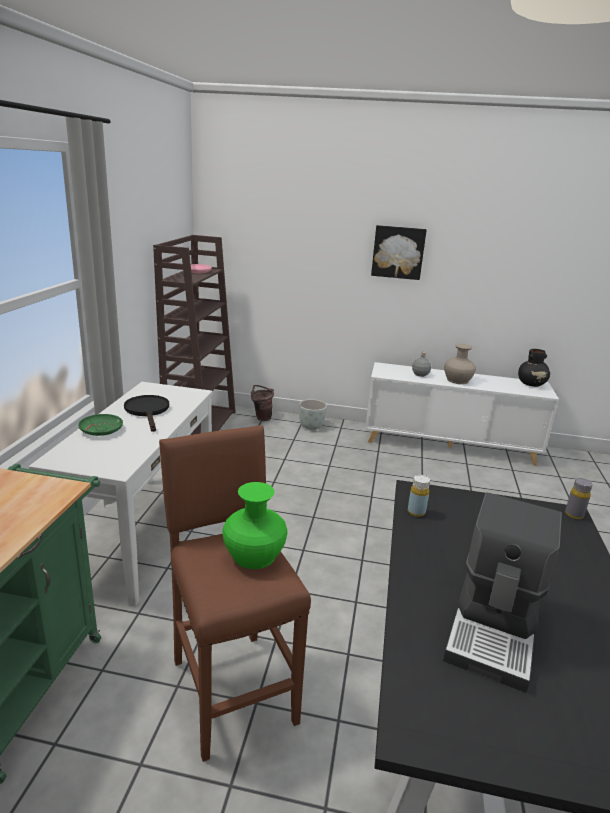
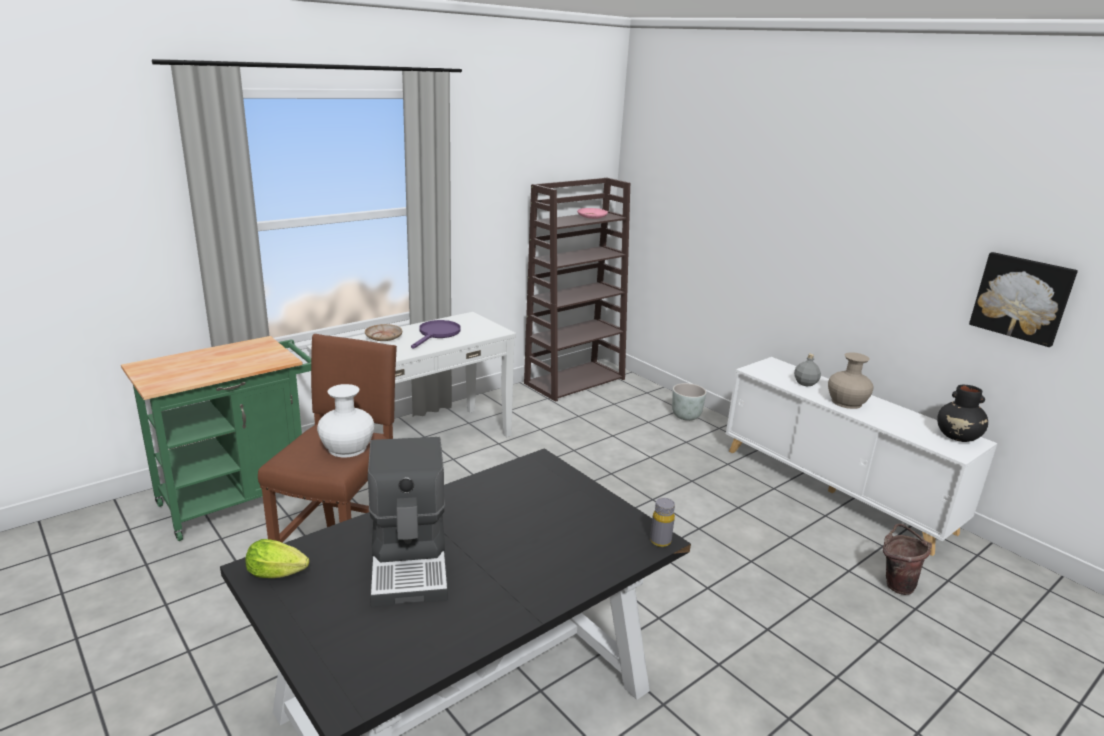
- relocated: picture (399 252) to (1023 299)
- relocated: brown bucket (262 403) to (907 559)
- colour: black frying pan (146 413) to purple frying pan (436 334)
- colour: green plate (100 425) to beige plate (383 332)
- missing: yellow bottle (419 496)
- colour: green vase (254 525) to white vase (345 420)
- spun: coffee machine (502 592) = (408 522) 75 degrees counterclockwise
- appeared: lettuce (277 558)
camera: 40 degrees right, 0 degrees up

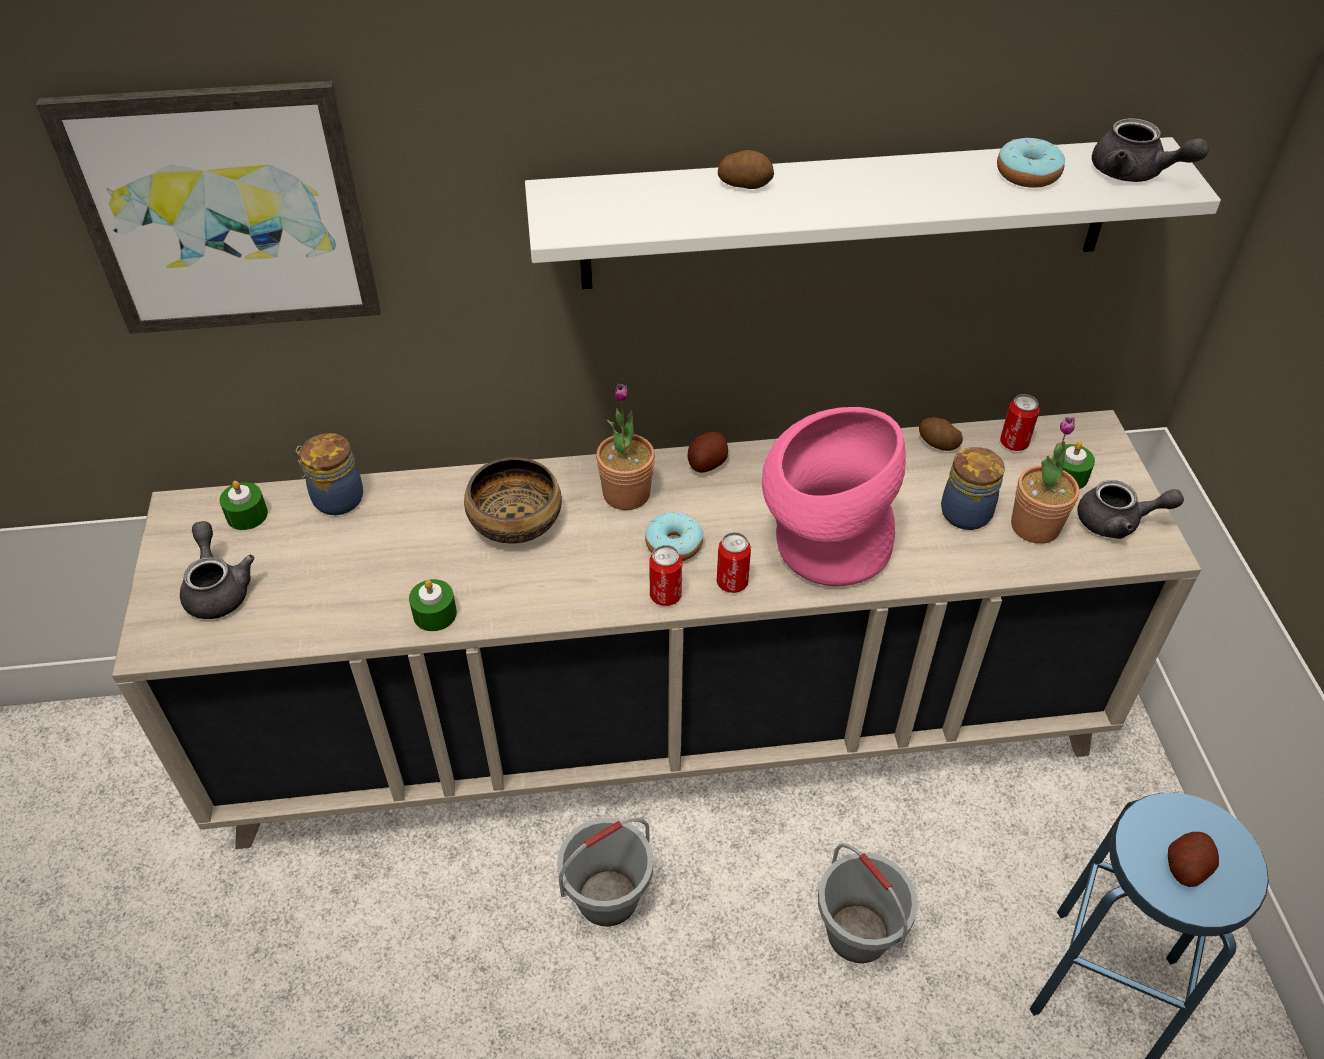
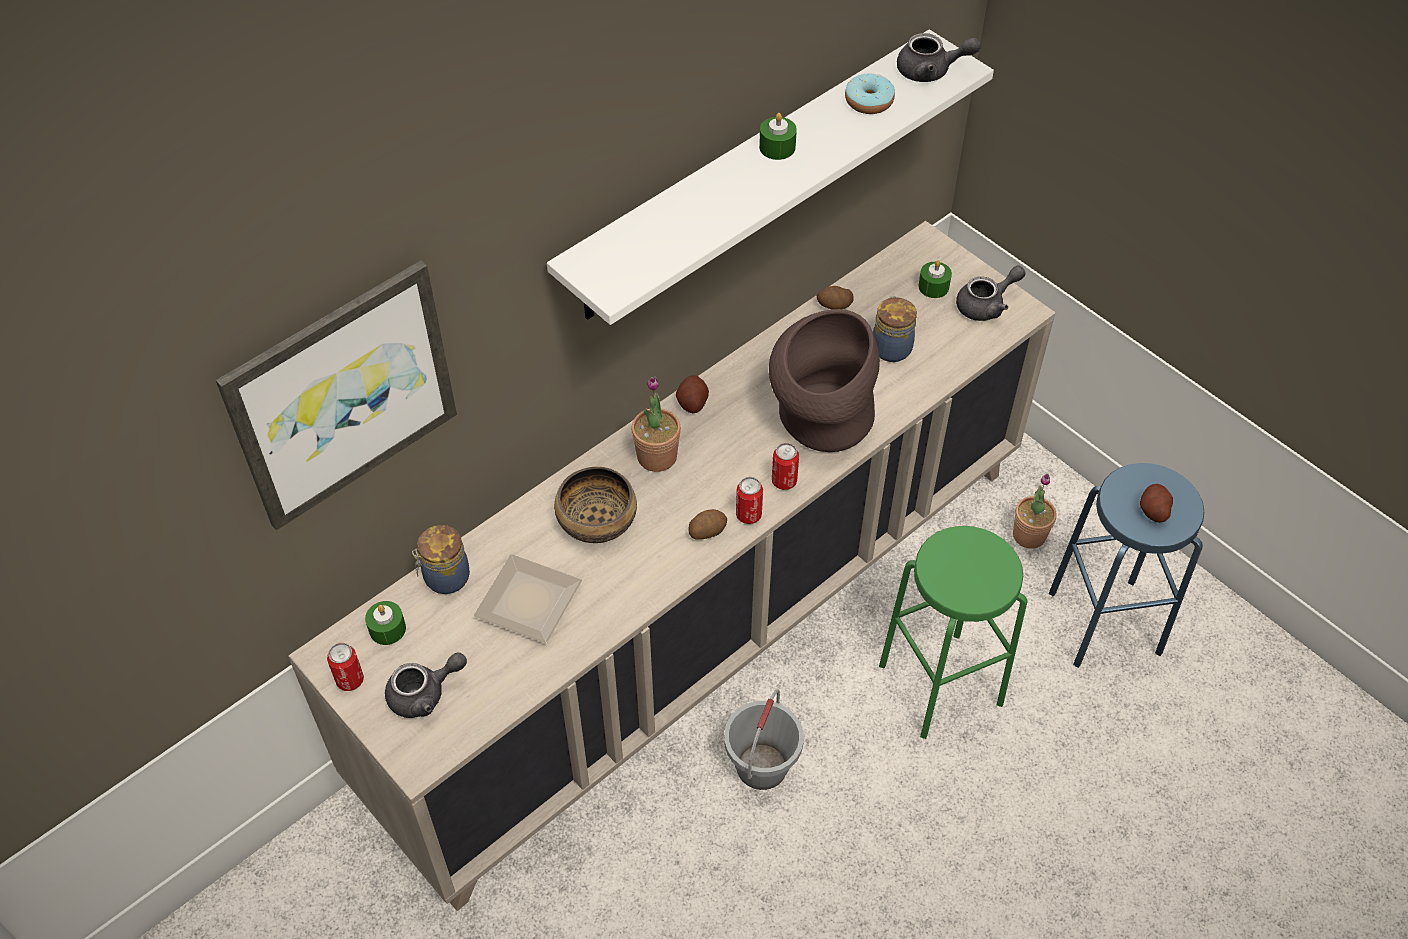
- relocated: potato (746 169) to (707 524)
- relocated: can (1019 422) to (345 667)
- colour: pink vase (834 496) to brown vase (824 380)
- relocated: potted plant (1045 480) to (1034 511)
- missing: donut (674 536)
- spun: grey teapot (217 570) = (426 685) 120 degrees clockwise
- relocated: green candle (433 605) to (778 136)
- exchanged: grey bucket (868 903) to green stool (953 632)
- appeared: plate (528 598)
camera: 35 degrees left, 5 degrees up

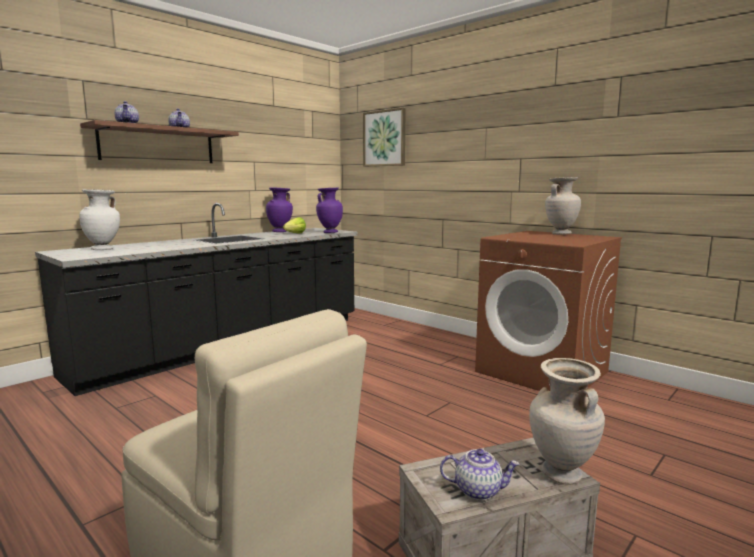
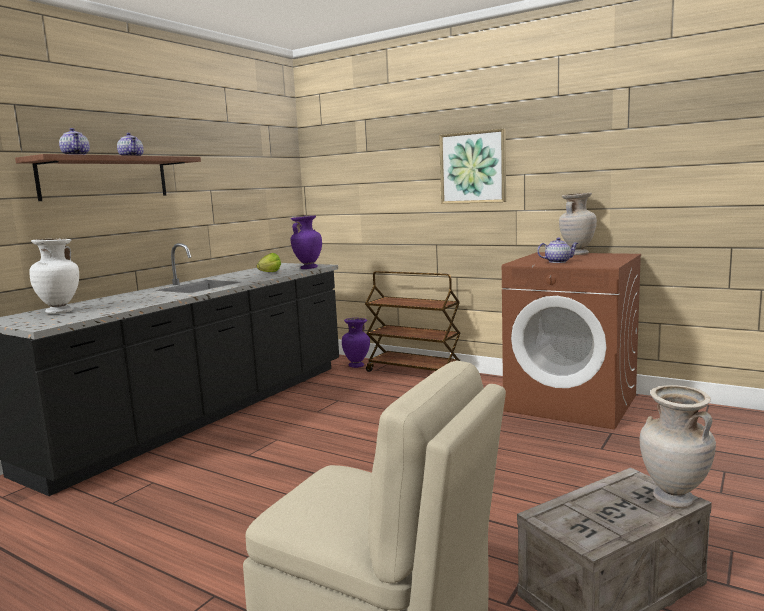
- relocated: picture (384 137) to (472 166)
- relocated: purple vase (279 209) to (356 343)
- relocated: teapot (480 474) to (558 250)
- appeared: brown cart (412 321)
camera: 10 degrees left, 0 degrees up

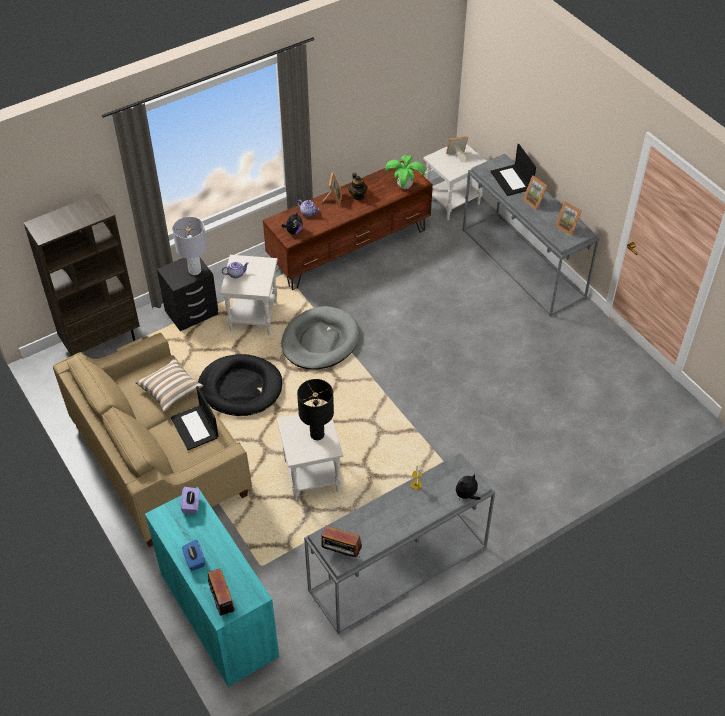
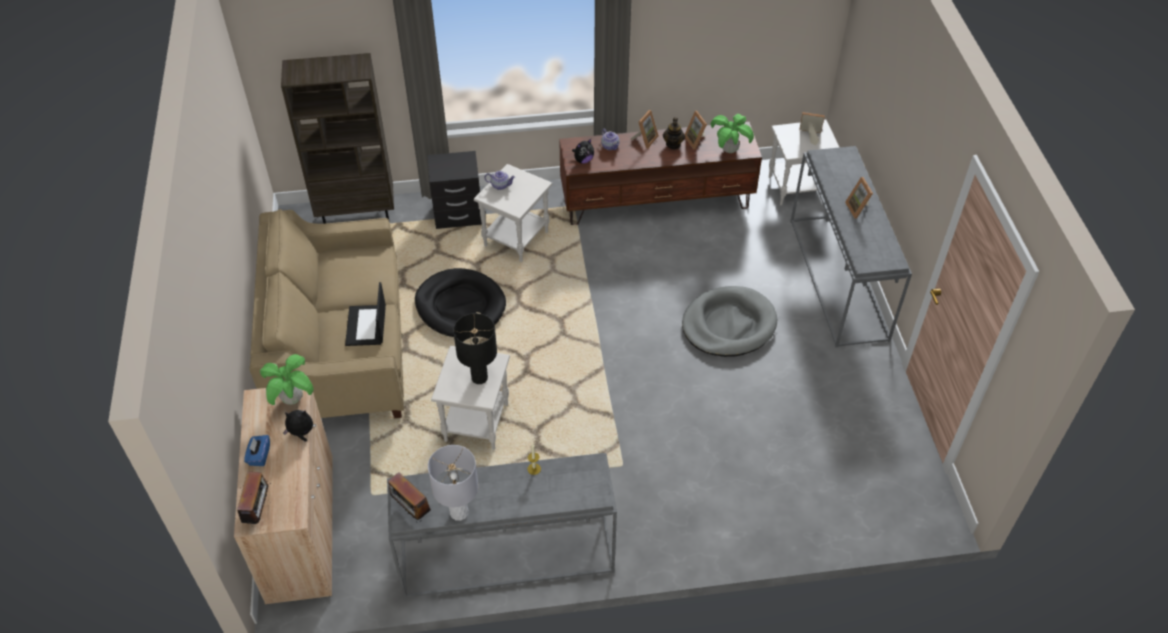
- missing: laptop (513 170)
- relocated: picture frame (568 218) to (696 130)
- relocated: grey table lamp (189 246) to (453 483)
- relocated: grey dog bed (320 338) to (729 321)
- missing: pillow (169 385)
- relocated: plush toy (468 487) to (298 426)
- colour: turquoise cabinet (212 587) to beige cabinet (283 496)
- exchanged: purple tissue box (190 500) to potted plant (287 379)
camera: 25 degrees right, 0 degrees up

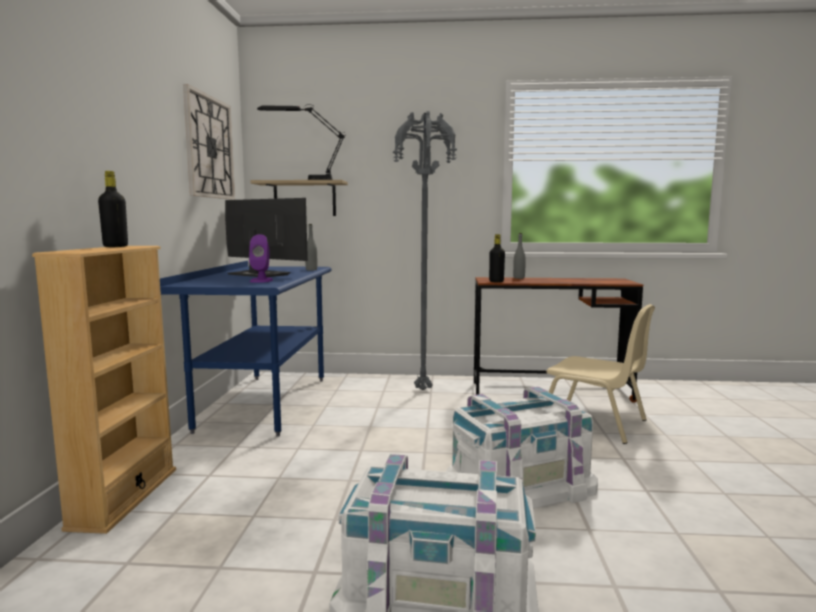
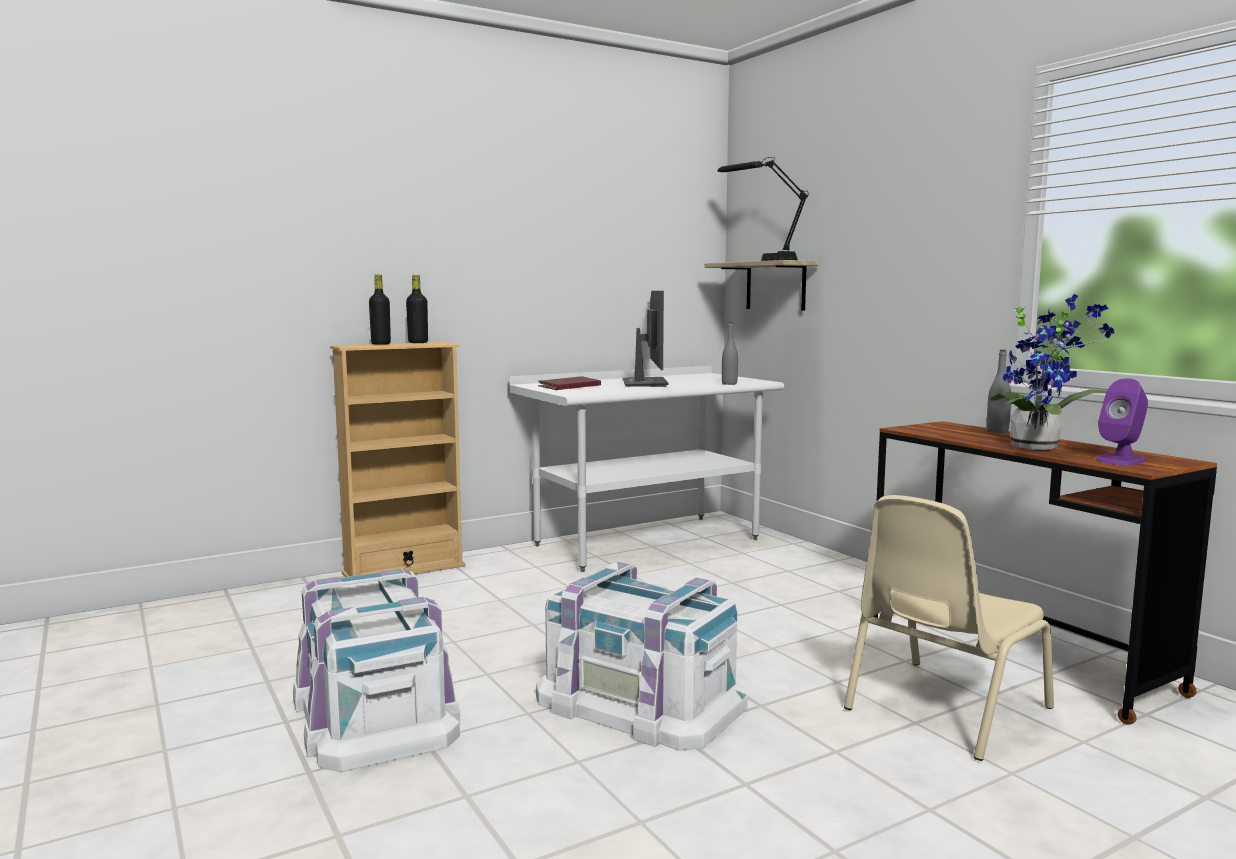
- missing: wall clock (209 141)
- missing: grey floor lamp (425 250)
- relocated: purple speaker (261 258) to (1122 421)
- relocated: black bottle (497 258) to (380 309)
- colour: blue desk (246 349) to white desk (646 469)
- spun: beige chair (600 374) = (949 628) 45 degrees clockwise
- appeared: potted plant (1052 372)
- appeared: red book (569 383)
camera: 55 degrees right, 0 degrees up

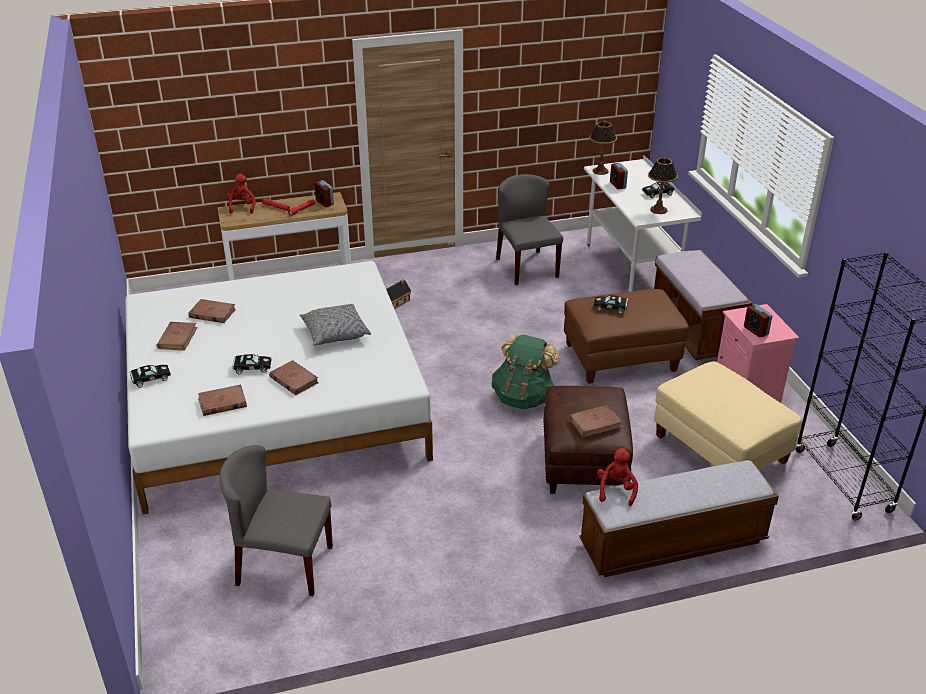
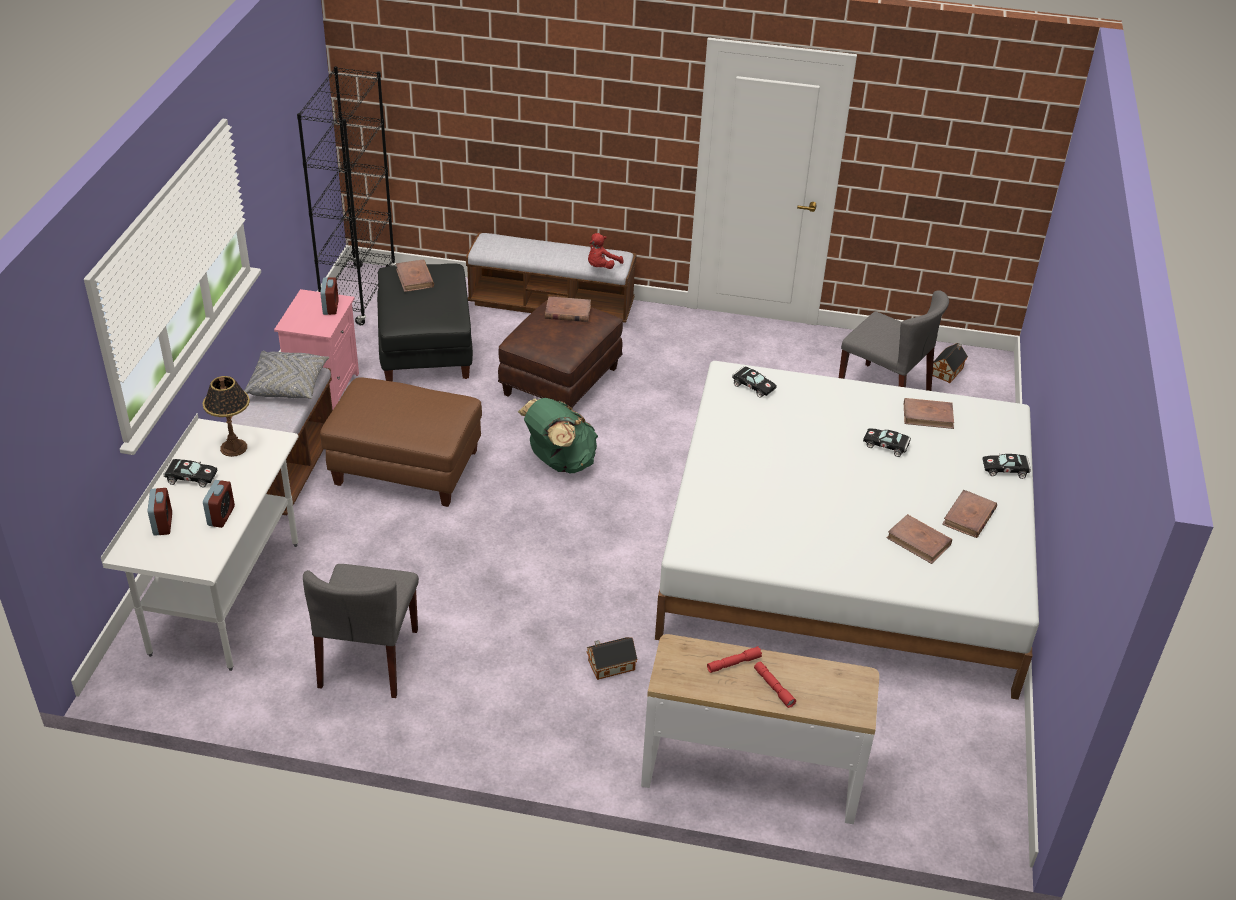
- missing: table lamp (603 148)
- missing: red plush toy (241 193)
- relocated: alarm clock (324 193) to (160 512)
- relocated: black toy car (611 304) to (754 382)
- relocated: grey pillow (335 325) to (286 375)
- relocated: brown book (294 377) to (415 275)
- colour: beige ottoman (728 415) to black ottoman (425 322)
- appeared: toy house (950 363)
camera: 155 degrees left, 5 degrees up

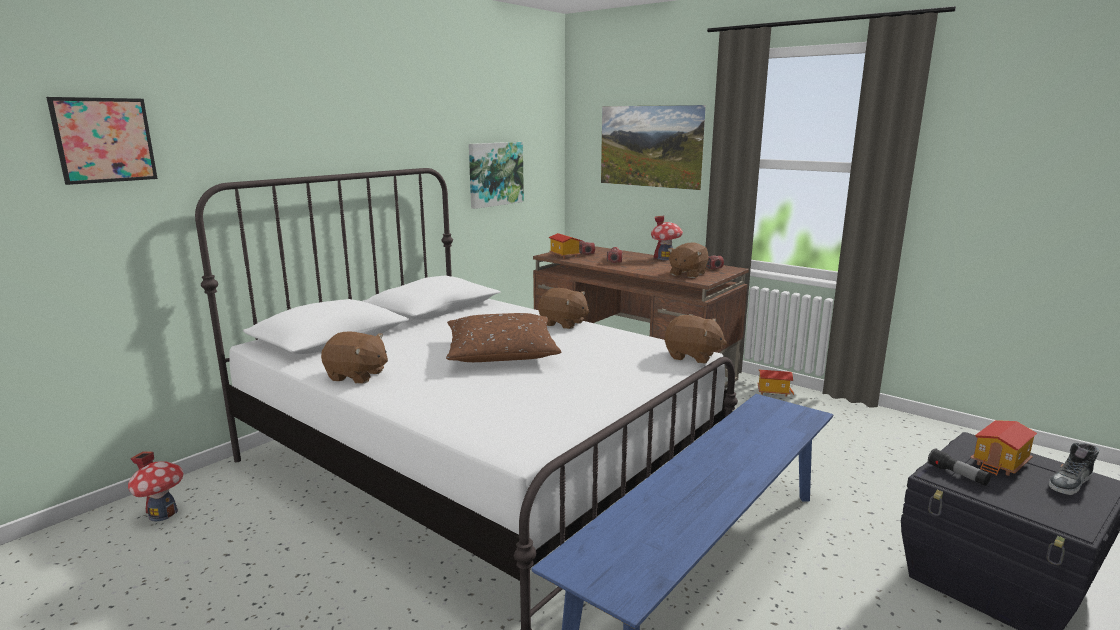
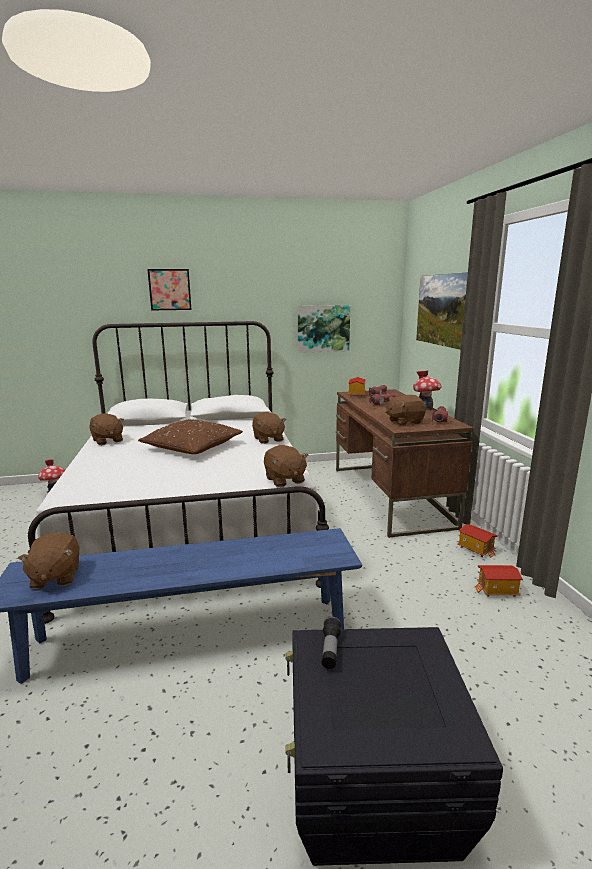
- relocated: picture (102 141) to (169 289)
- relocated: toy house (1003 448) to (499 581)
- missing: shoe (1074 469)
- appeared: brown plush toy (49 560)
camera: 40 degrees right, 0 degrees up

